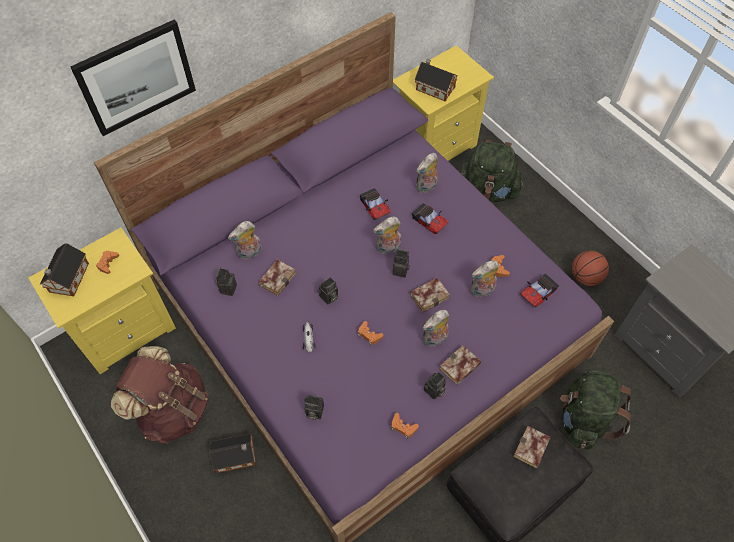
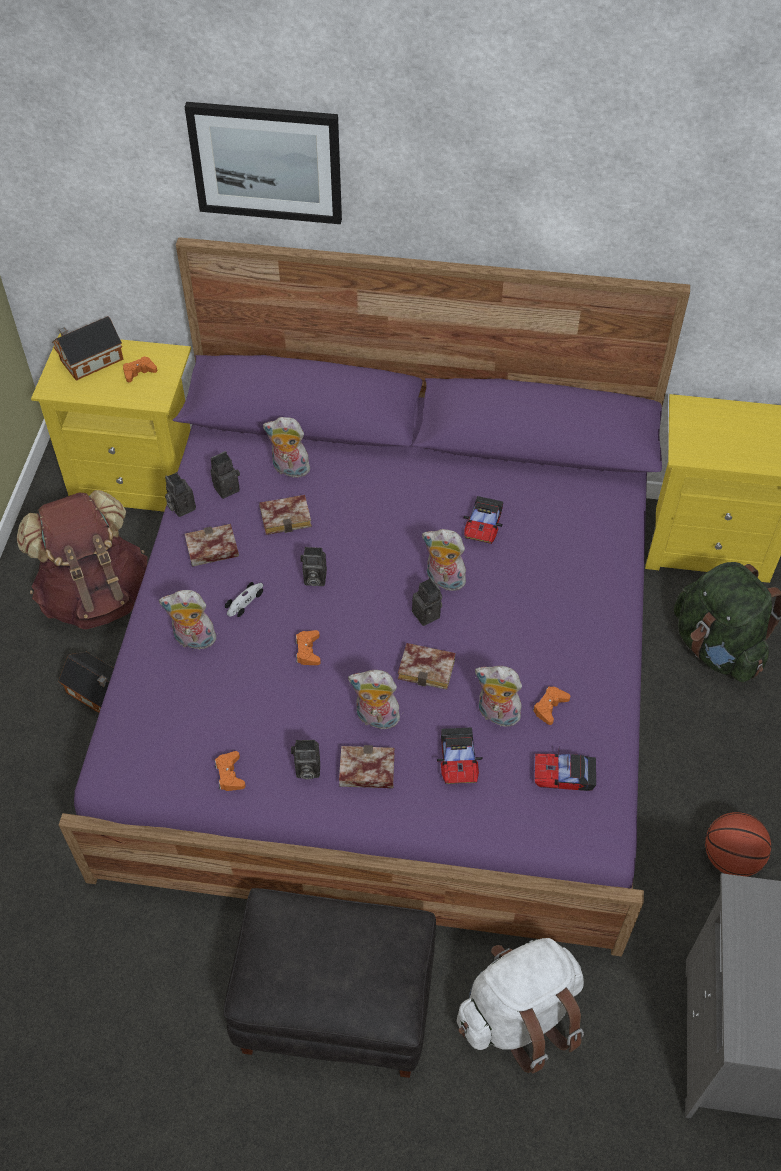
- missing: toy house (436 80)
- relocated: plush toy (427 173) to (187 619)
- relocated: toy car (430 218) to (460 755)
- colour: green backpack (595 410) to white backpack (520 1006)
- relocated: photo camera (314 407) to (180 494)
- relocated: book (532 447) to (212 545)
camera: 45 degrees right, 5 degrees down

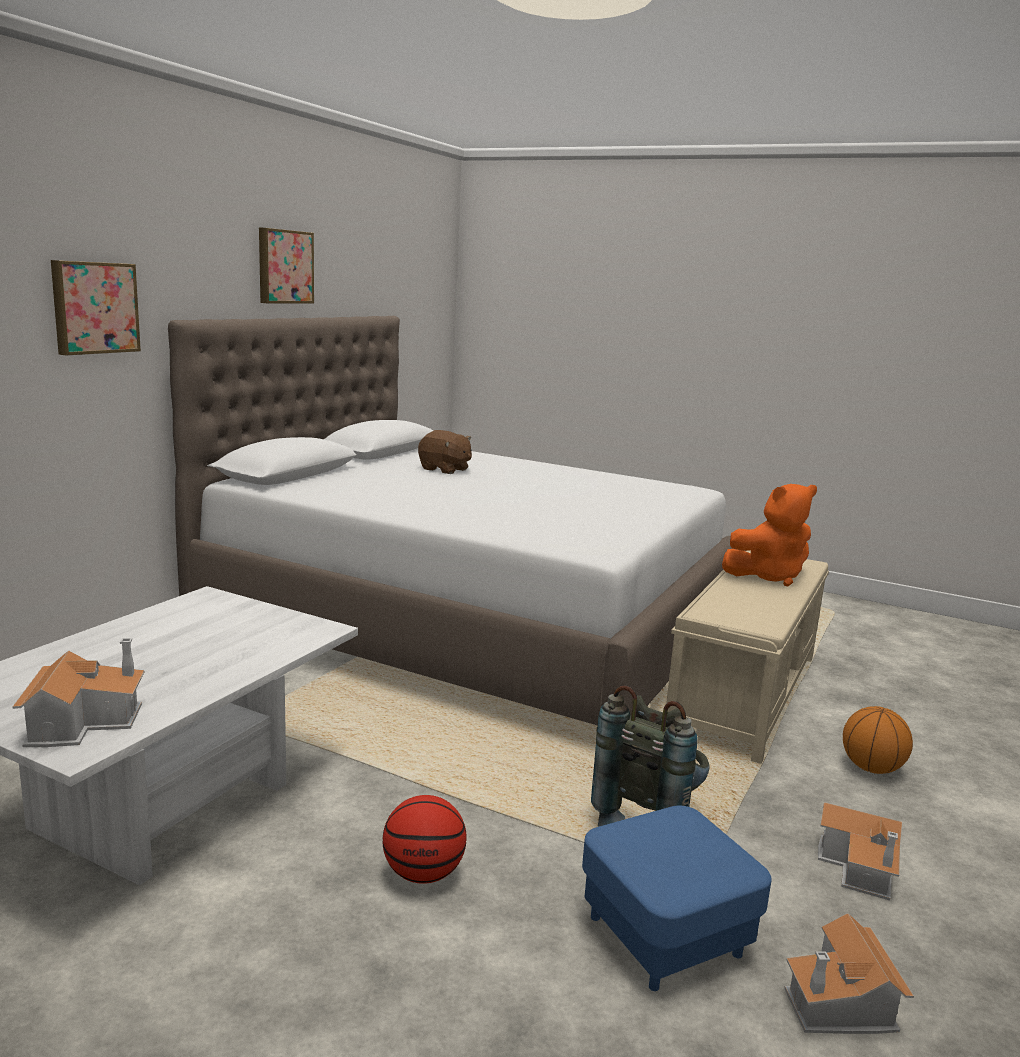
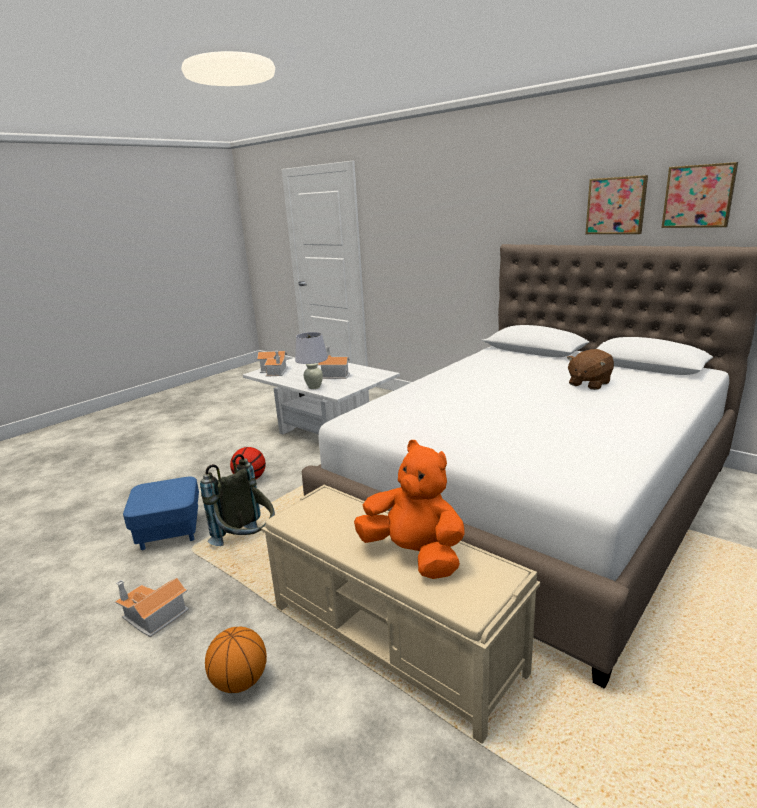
- relocated: picture (96 307) to (699 195)
- spun: orange plush toy (769 535) = (409 509) 135 degrees clockwise
- relocated: toy house (849 973) to (334 362)
- appeared: white table lamp (311 360)
camera: 105 degrees right, 5 degrees up

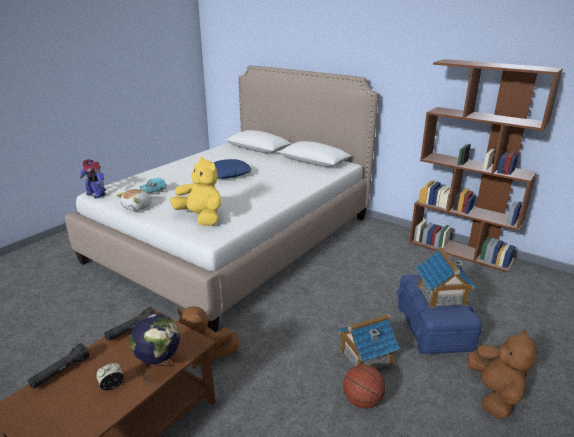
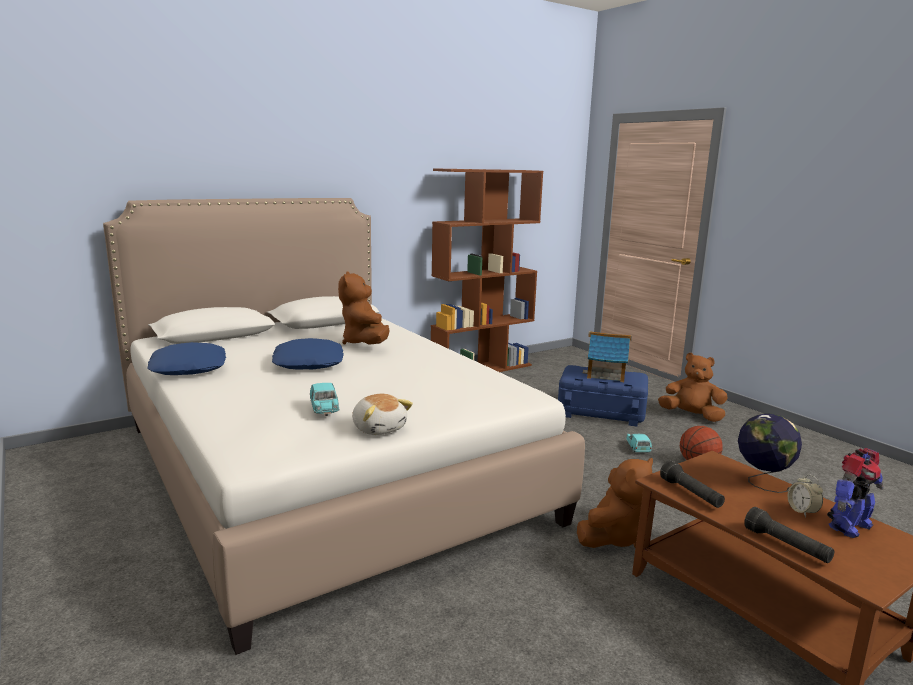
- missing: yellow plush toy (196 191)
- relocated: toy robot (93 179) to (855 493)
- exchanged: toy house (369 342) to turquoise toy car (639 443)
- appeared: brown plush toy (364 308)
- appeared: blue pillow (186 358)
camera: 70 degrees left, 10 degrees down

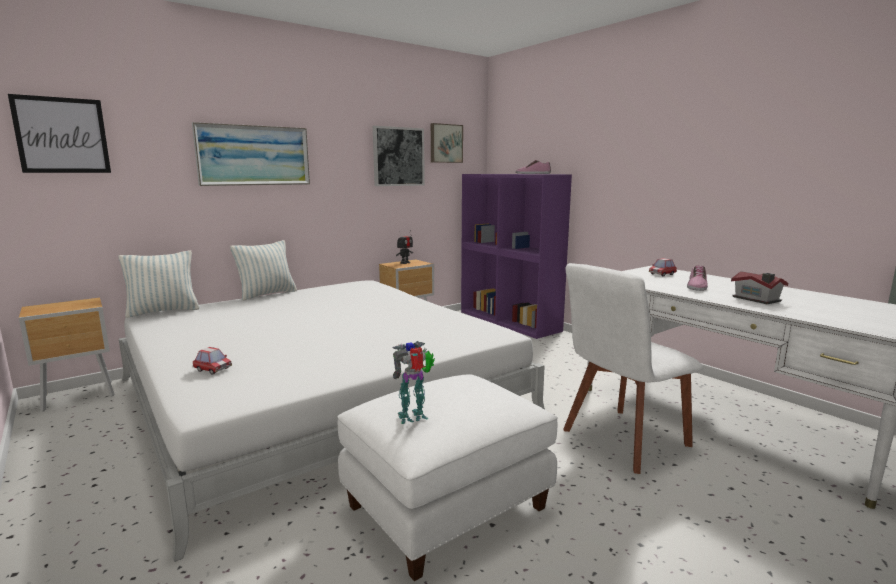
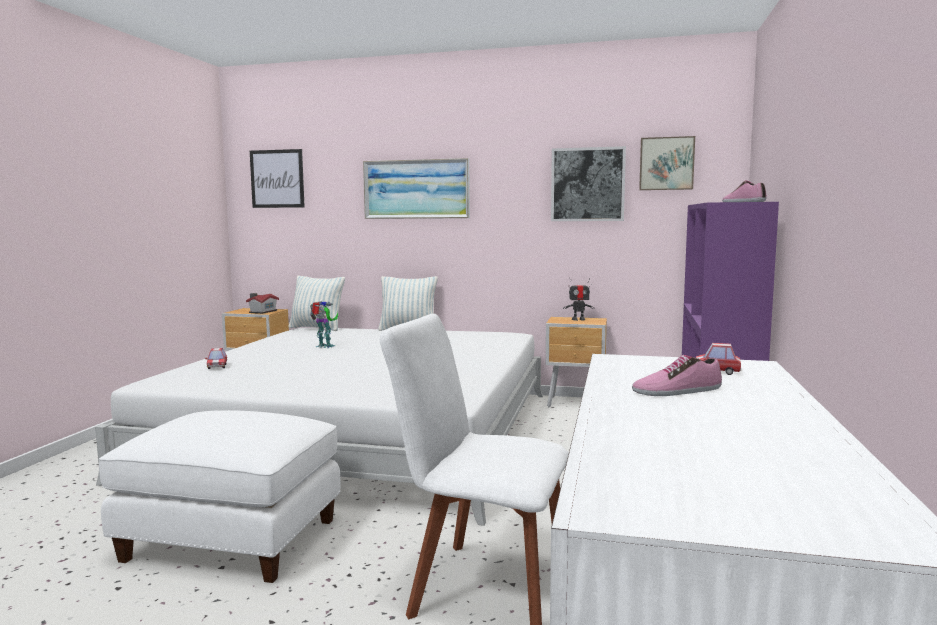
- relocated: toy house (759 287) to (262 303)
- relocated: toy robot (413 382) to (324 324)
camera: 50 degrees right, 5 degrees down

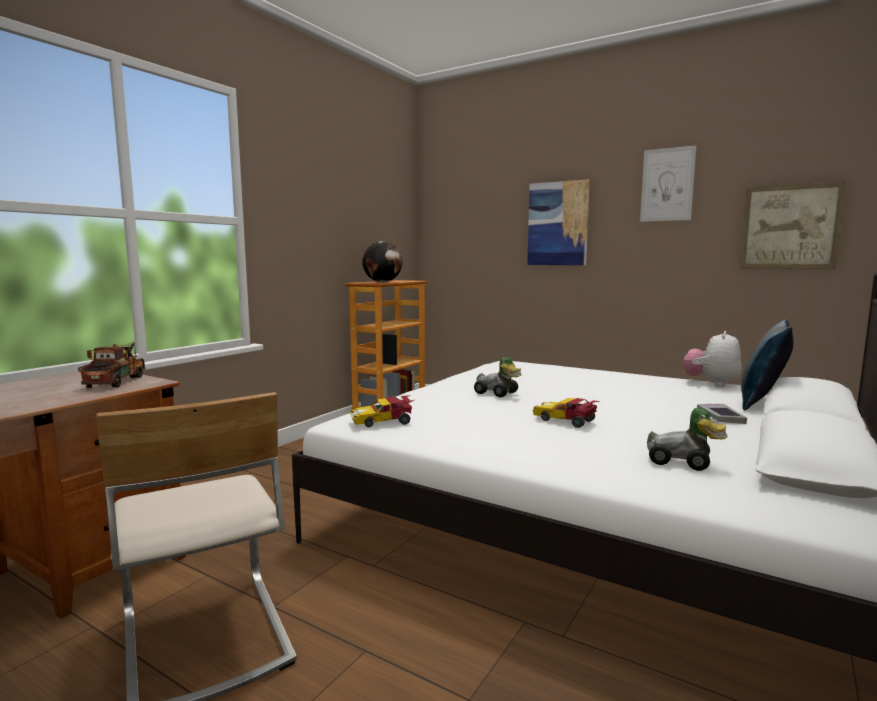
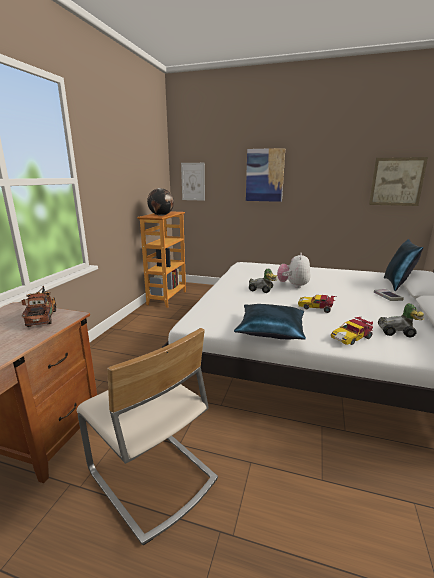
- relocated: picture (668 183) to (193 182)
- relocated: plush toy (713 359) to (293 270)
- relocated: toy car (382 411) to (352 331)
- appeared: blue pillow (270 322)
camera: 15 degrees left, 10 degrees up

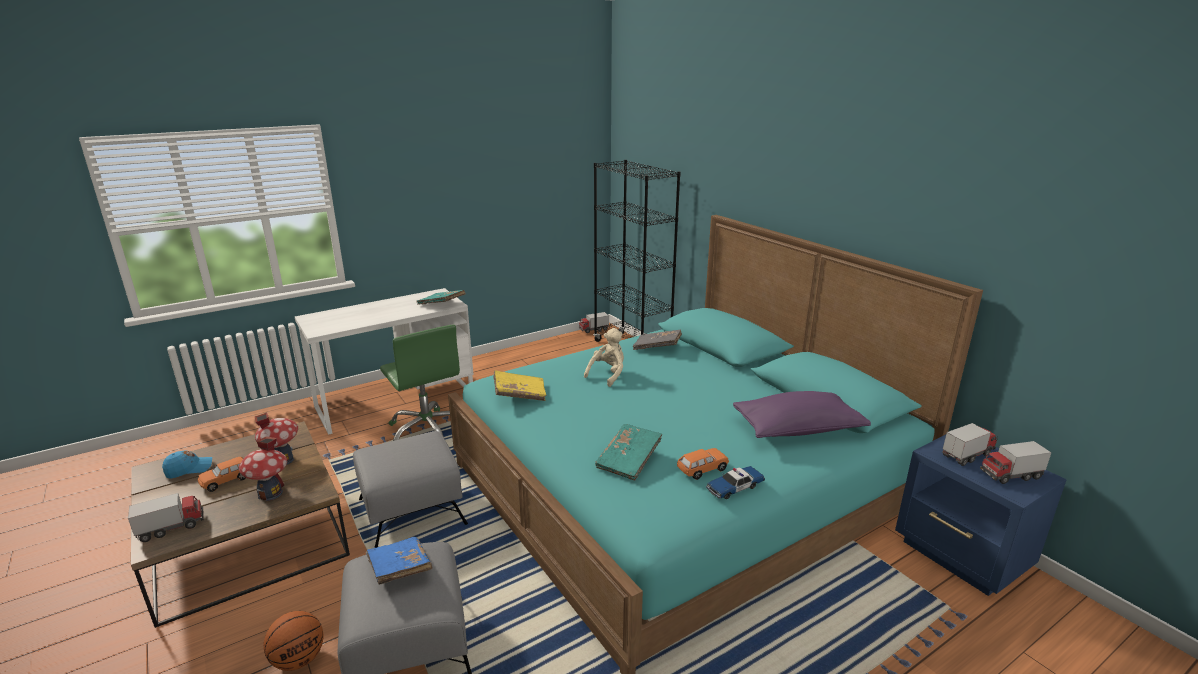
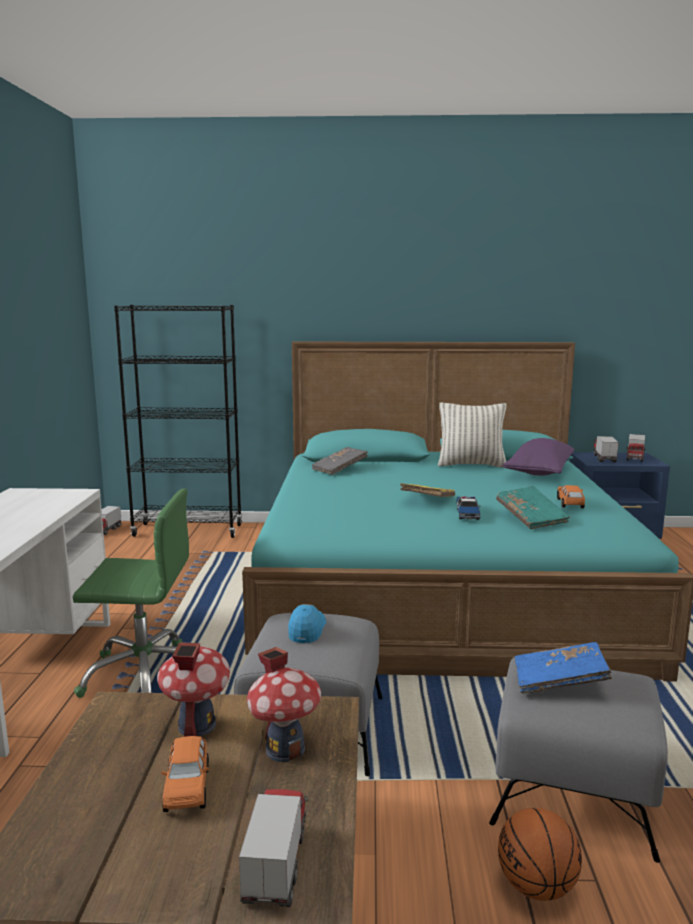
- missing: turquoise book (441 297)
- missing: beige plush toy (604 357)
- relocated: yellow book (519 385) to (427 490)
- relocated: blue cap (187 464) to (307 623)
- relocated: toy car (735 482) to (468 508)
- appeared: pillow (472 435)
camera: 55 degrees left, 10 degrees down

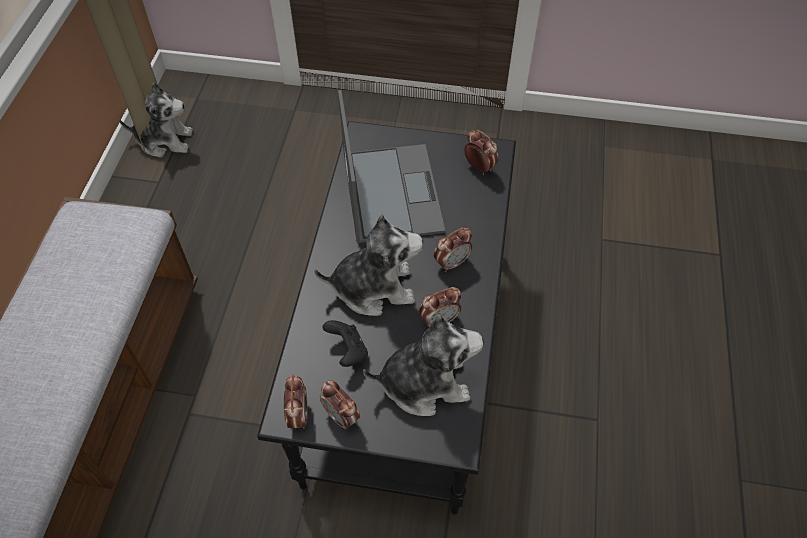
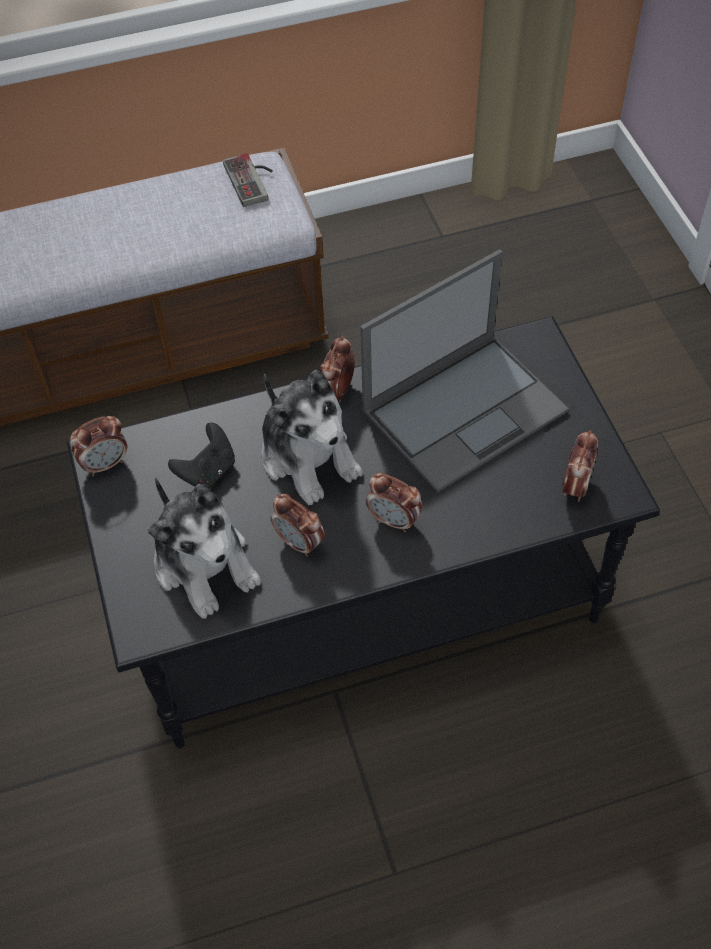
- missing: plush toy (156 120)
- relocated: alarm clock (340 405) to (337 369)
- appeared: game controller (248 180)
camera: 65 degrees right, 0 degrees up

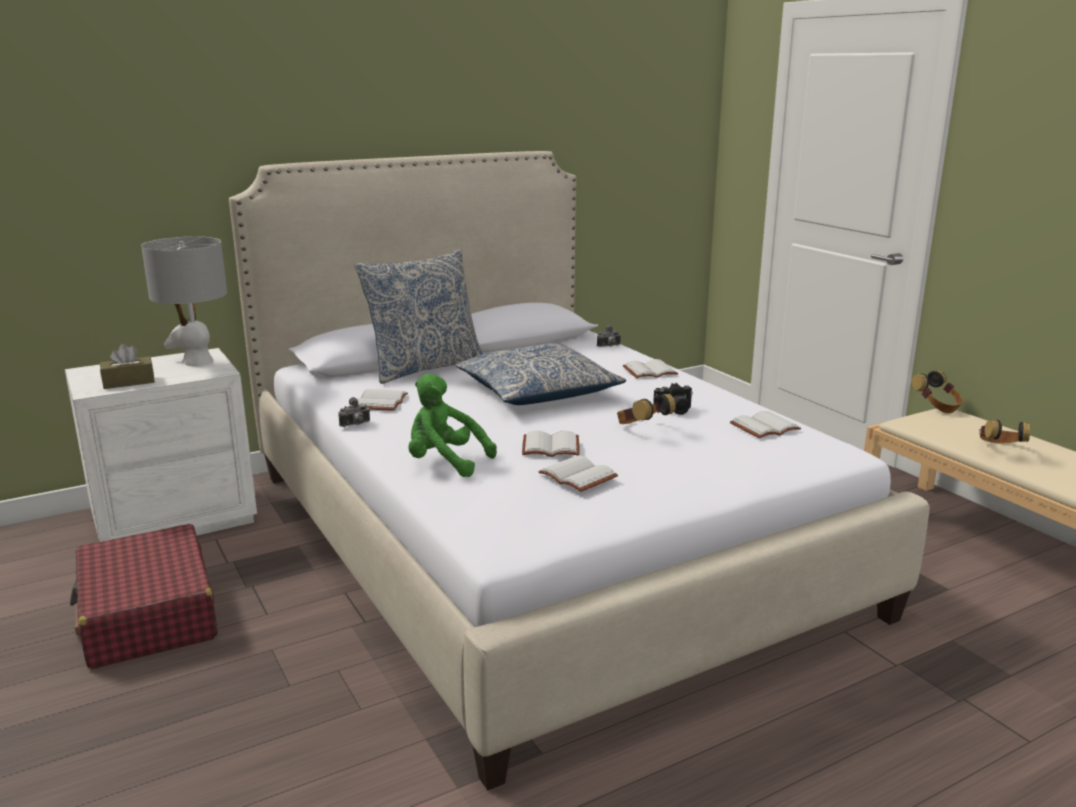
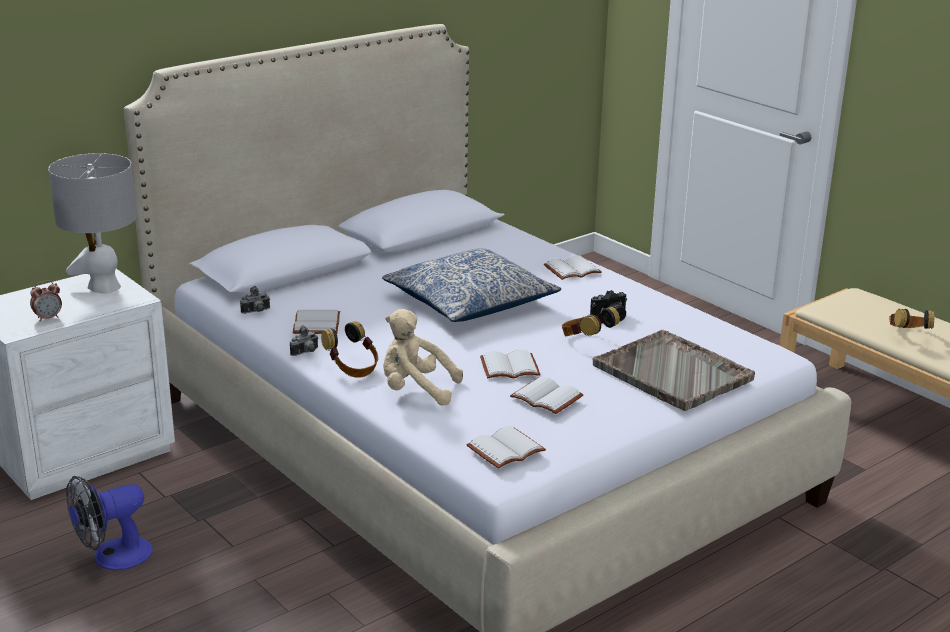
- missing: pillow (419 316)
- relocated: photo camera (609 335) to (255 300)
- exchanged: brown tissue box (127 366) to alarm clock (46 301)
- relocated: headphones (937 391) to (349 349)
- colour: green plush toy (452 425) to beige plush toy (423 357)
- relocated: white book (765 424) to (506 447)
- exchanged: red suitcase (144 596) to fan (109 523)
- appeared: grey tray (674 370)
camera: 10 degrees left, 5 degrees up

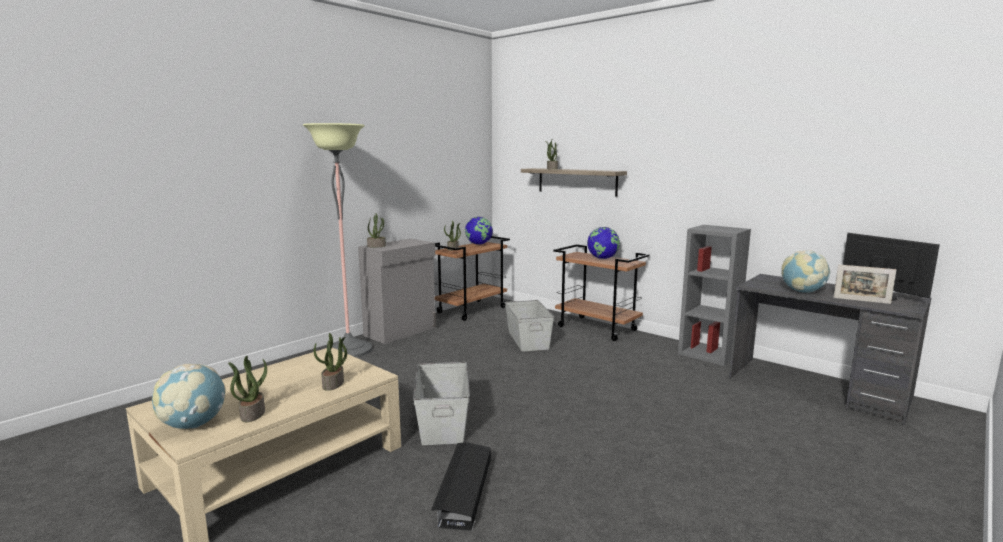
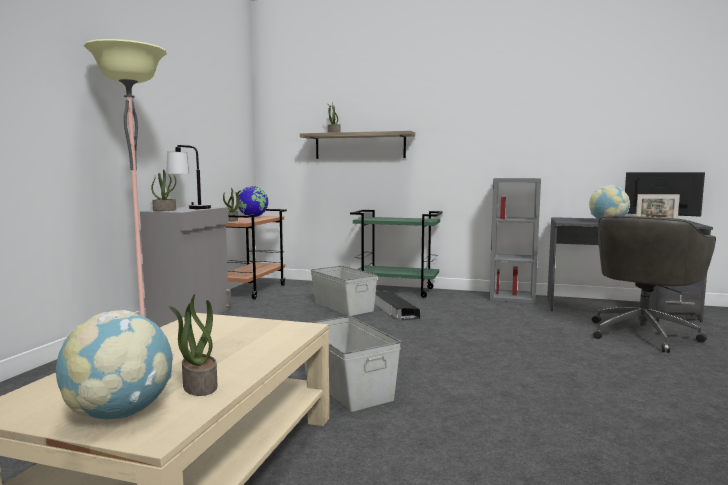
- missing: globe (603 243)
- colour: brown cart (601 292) to green cart (396 254)
- missing: potted plant (330 362)
- relocated: black storage box (461 486) to (397 305)
- appeared: table lamp (188 177)
- appeared: grey office chair (654 284)
camera: 25 degrees left, 5 degrees down

